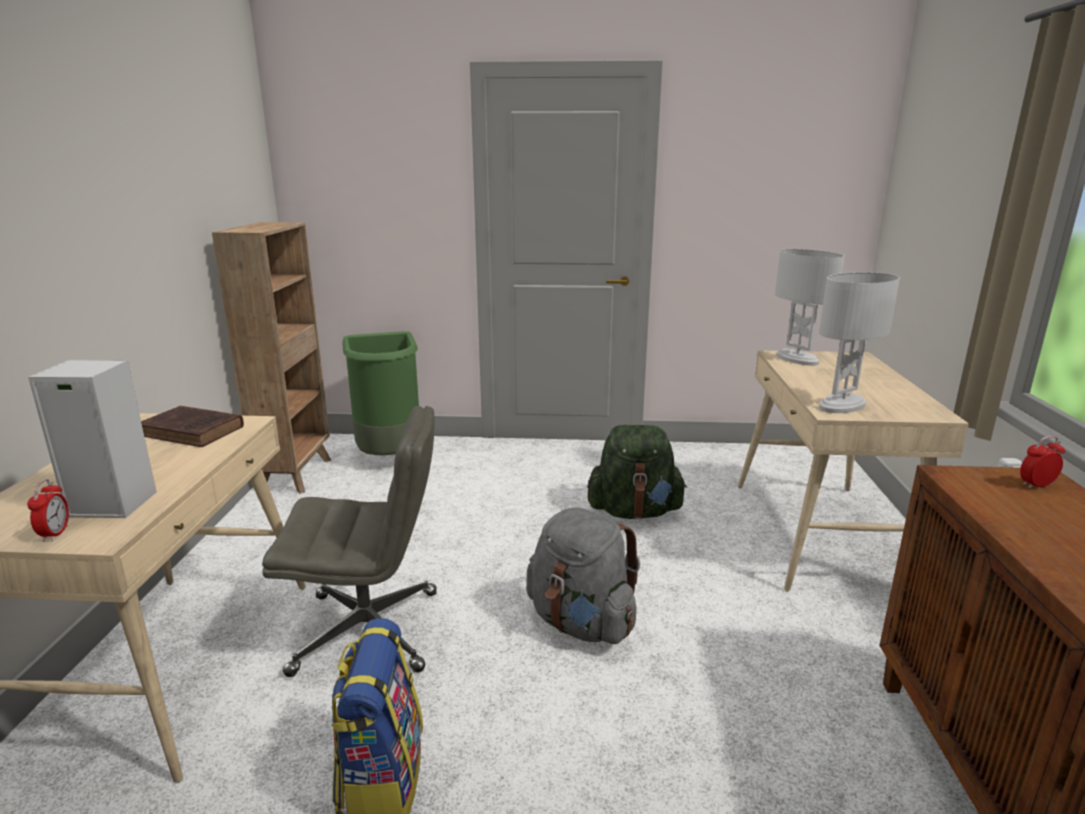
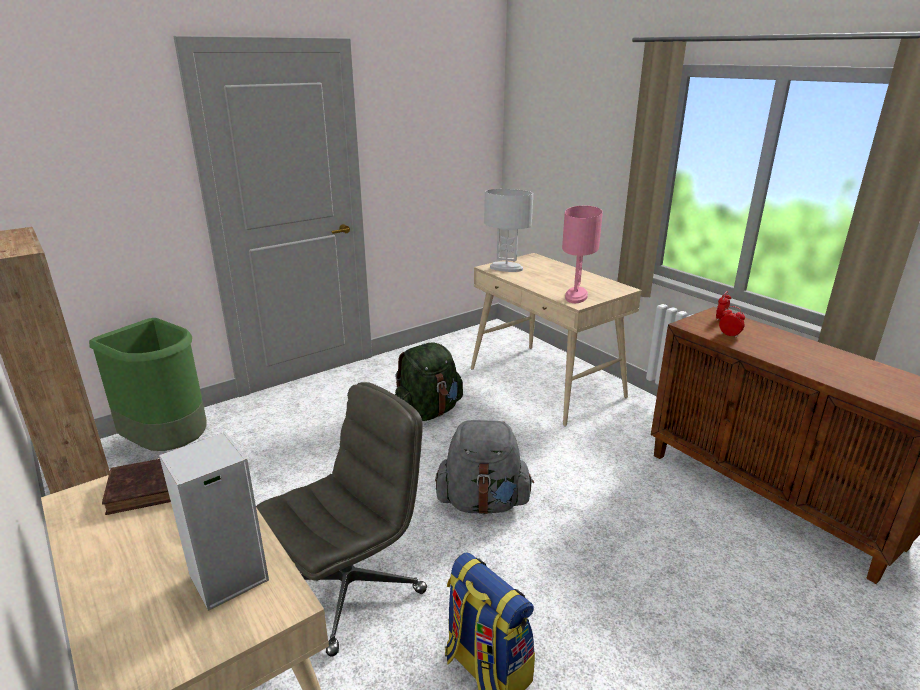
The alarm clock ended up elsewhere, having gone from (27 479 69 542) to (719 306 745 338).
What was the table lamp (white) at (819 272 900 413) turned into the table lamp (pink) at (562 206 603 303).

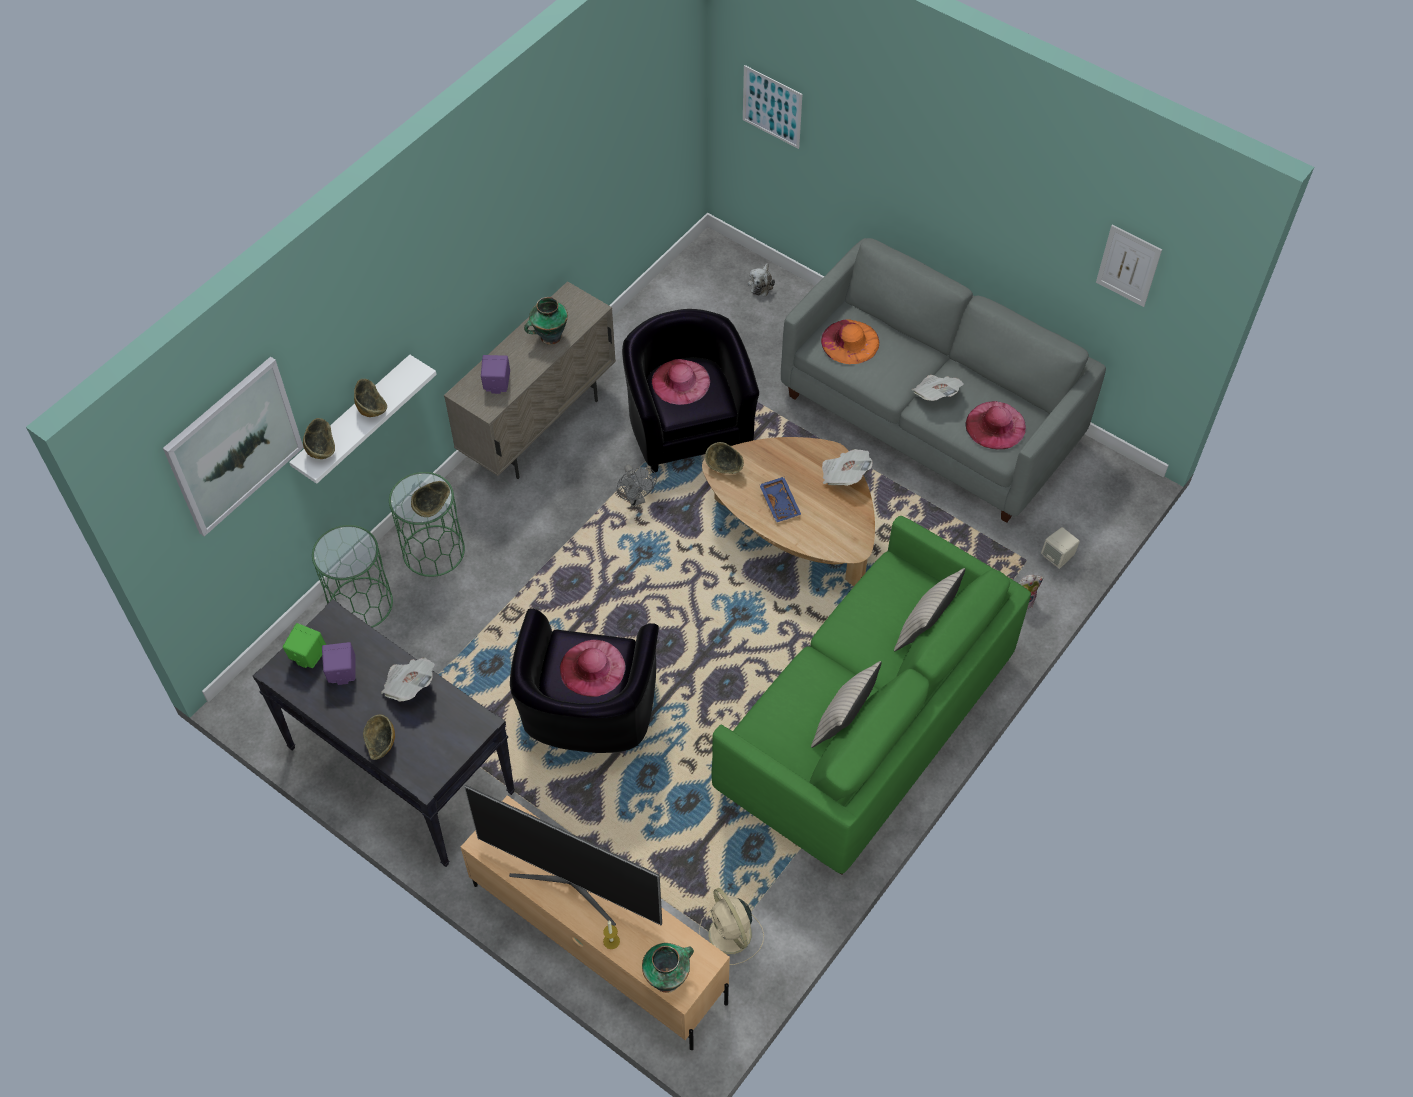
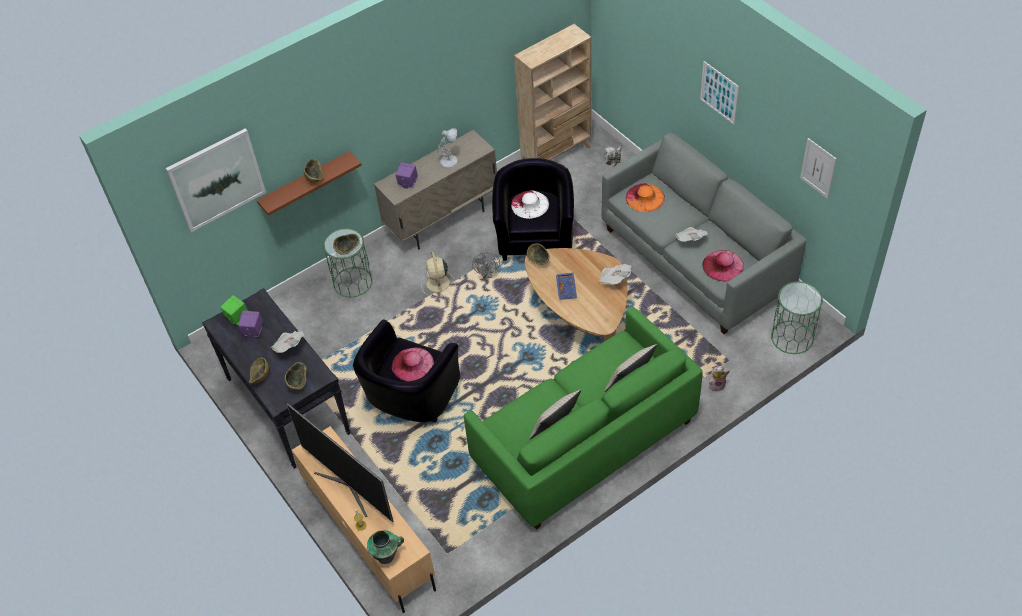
The second view lost the speaker (beige) at (1041 527 1080 569).
The second view gained the bookcase (beige) at (514 24 592 160).
The bowl ended up elsewhere, having gone from (303 418 335 459) to (284 362 307 390).
The side table (green) ended up elsewhere, having gone from (312 525 393 628) to (771 281 823 354).
The fan (beige) ended up elsewhere, having gone from (699 888 764 965) to (421 251 456 297).
The picture ended up elsewhere, having gone from (743 65 802 149) to (700 61 739 125).
Where the vase stood at (524 297 568 345), the table lamp (white) came to stand at (437 128 458 168).
What was the shelf (white) at (289 355 437 484) turned into the shelf (brown) at (257 151 362 216).
What was the hat (pink) at (652 359 710 405) turned into the hat (white) at (511 190 549 219).

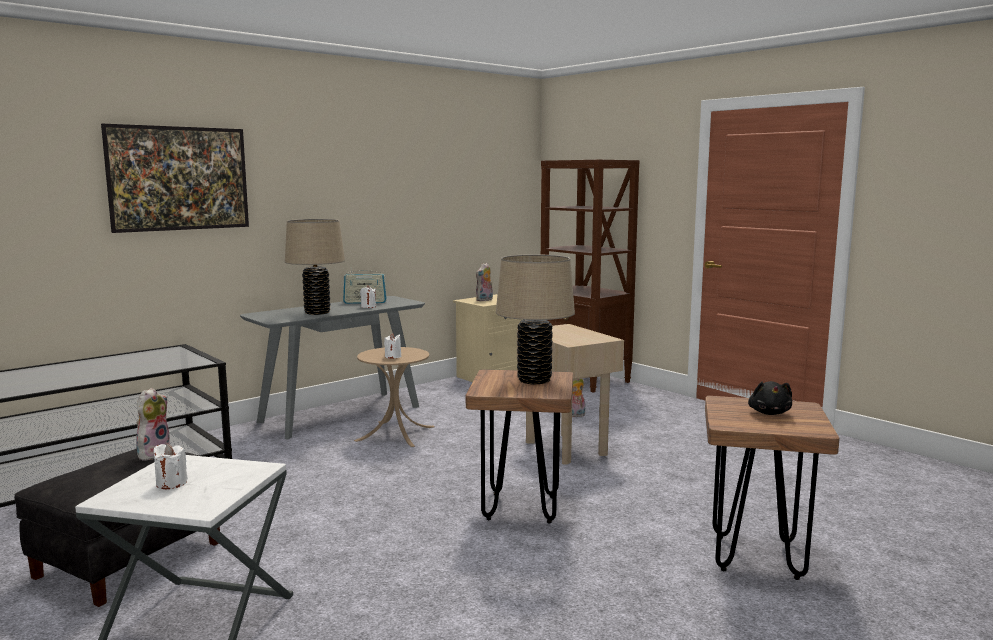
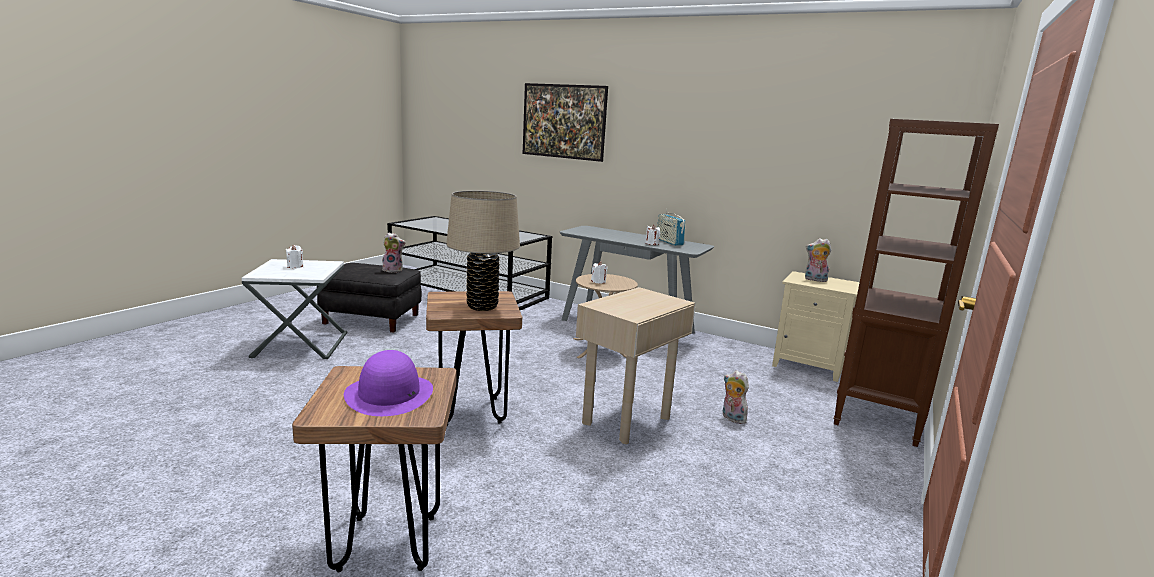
The second view lost the table lamp (beige) at (285 219 345 315).
Where the plush toy (black) stood at (748 381 792 415), the hat (purple) came to stand at (344 350 433 416).

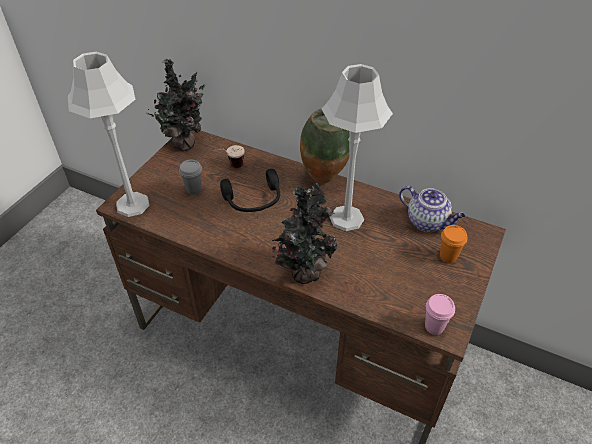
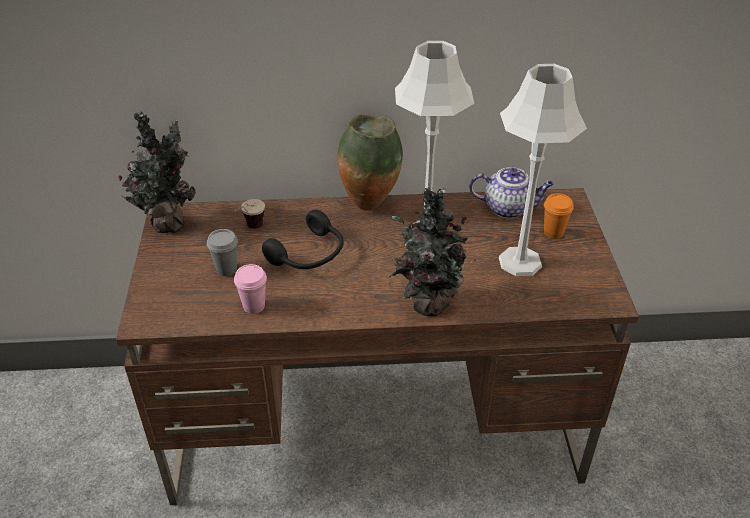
The table lamp (grey) ended up elsewhere, having gone from (68 52 150 217) to (499 64 587 276).
The cup (pink) ended up elsewhere, having gone from (425 294 455 335) to (234 264 267 314).

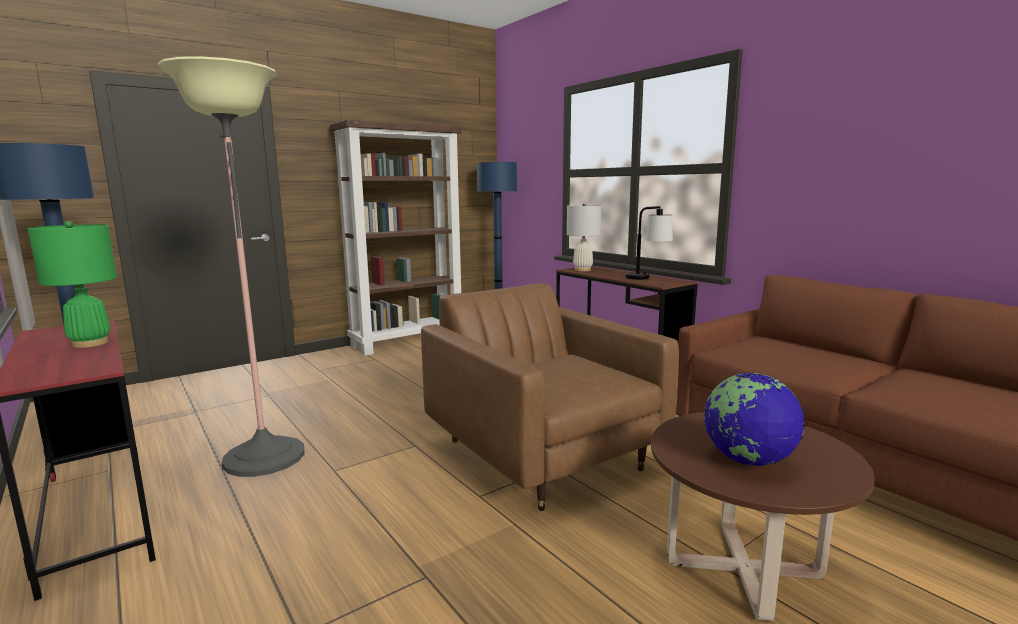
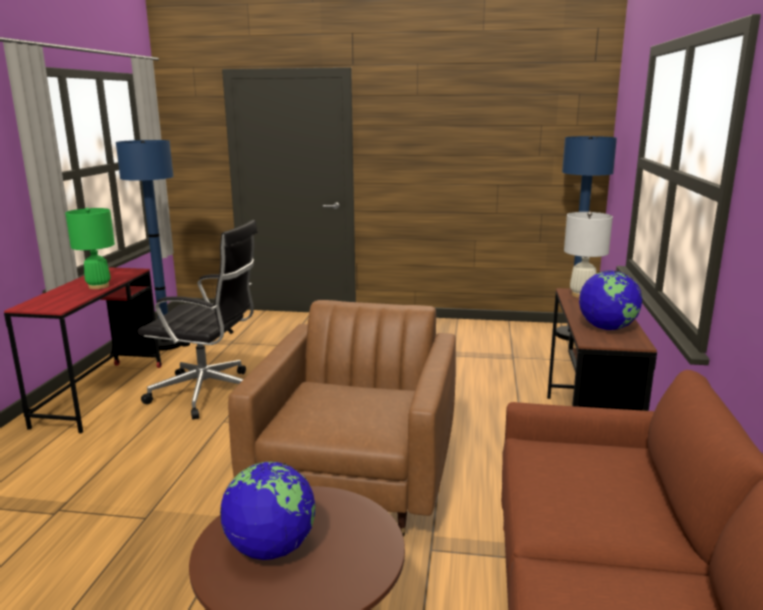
The second view lost the bookcase (brown) at (329 120 462 356).
Where the floor lamp stood at (158 56 305 477), the office chair (black) came to stand at (137 220 257 420).
Where the table lamp stood at (625 206 673 280), the globe came to stand at (579 270 642 330).

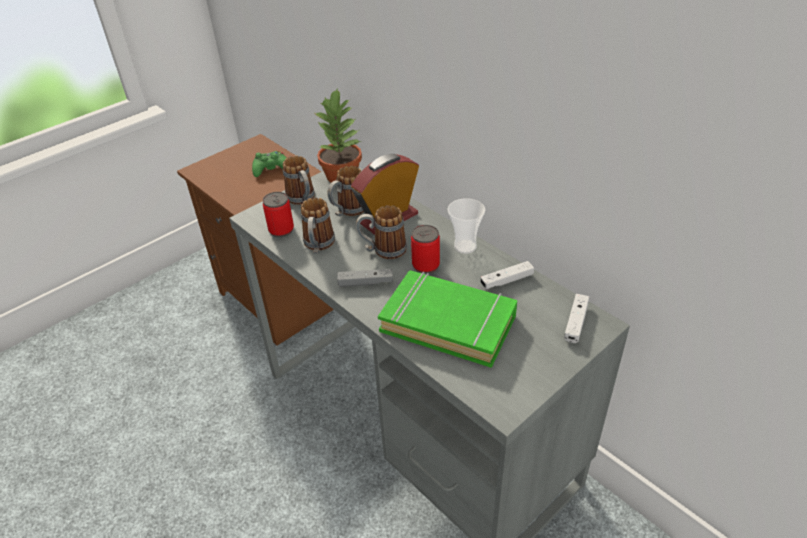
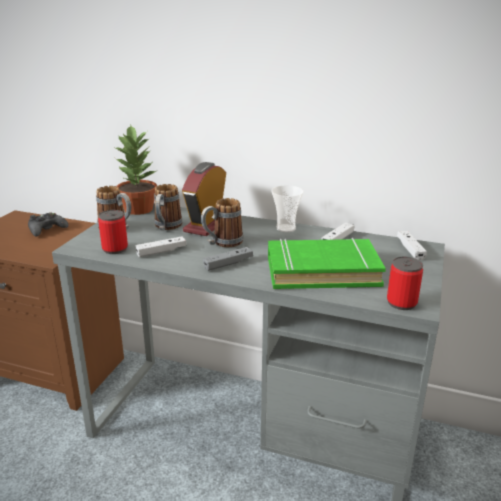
The can ended up elsewhere, having gone from (411 225 440 274) to (387 257 423 310).
Where the mug stood at (301 197 335 254), the game controller (white) came to stand at (136 237 186 257).
What was the game controller (green) at (252 151 286 177) turned into the game controller (black) at (28 212 69 236).

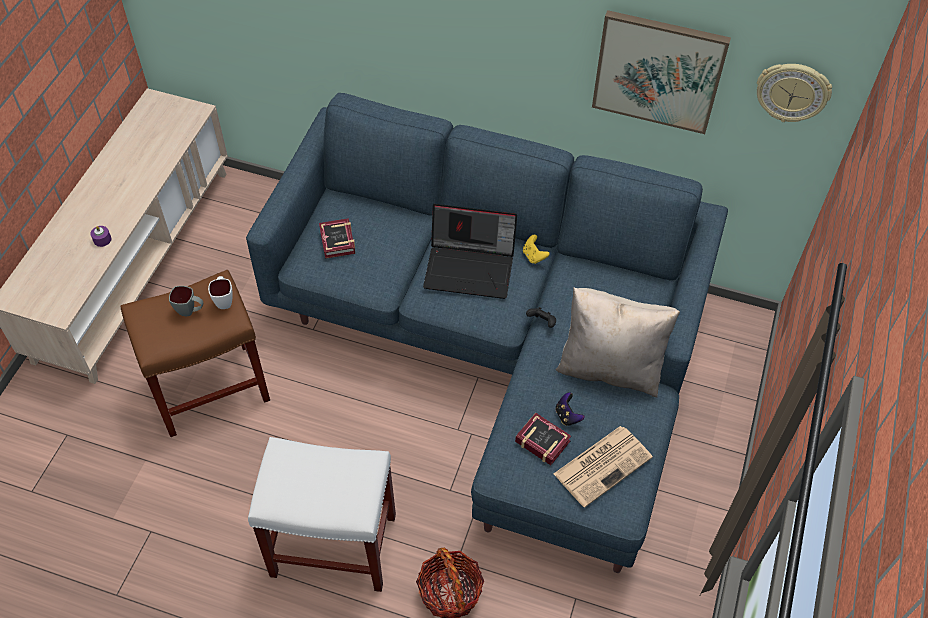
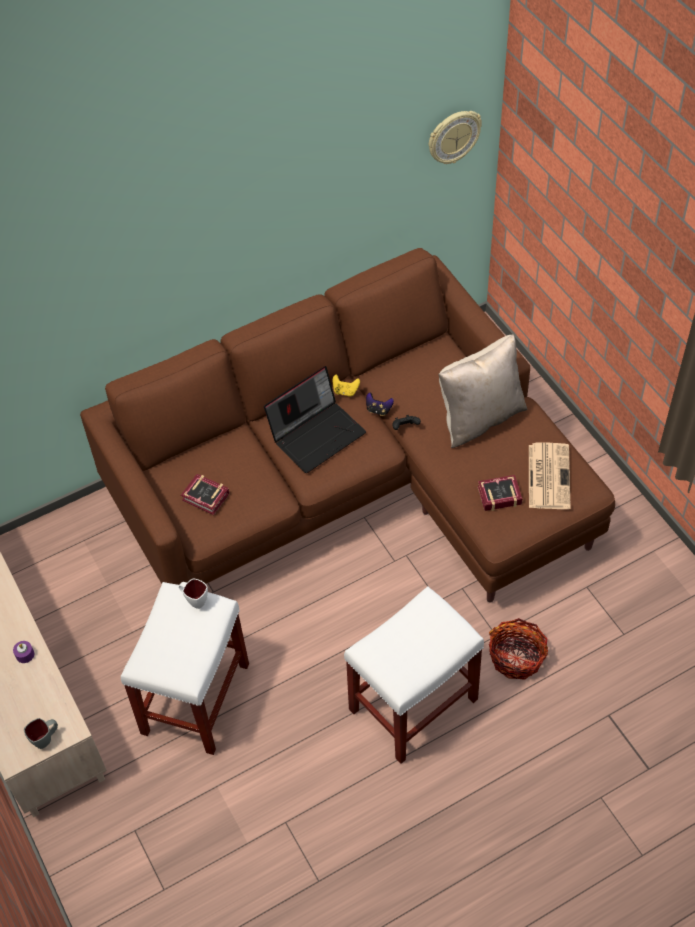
The second view lost the picture at (592 10 731 134).
The mug (grey) ended up elsewhere, having gone from (169 286 203 316) to (24 718 58 749).
The game controller ended up elsewhere, having gone from (555 392 585 426) to (366 392 394 416).
What was the stool (brown) at (120 270 270 437) turned into the stool (white) at (121 582 249 755).
What was the sofa (blue) at (246 93 728 573) turned into the sofa (brown) at (80 248 615 603).

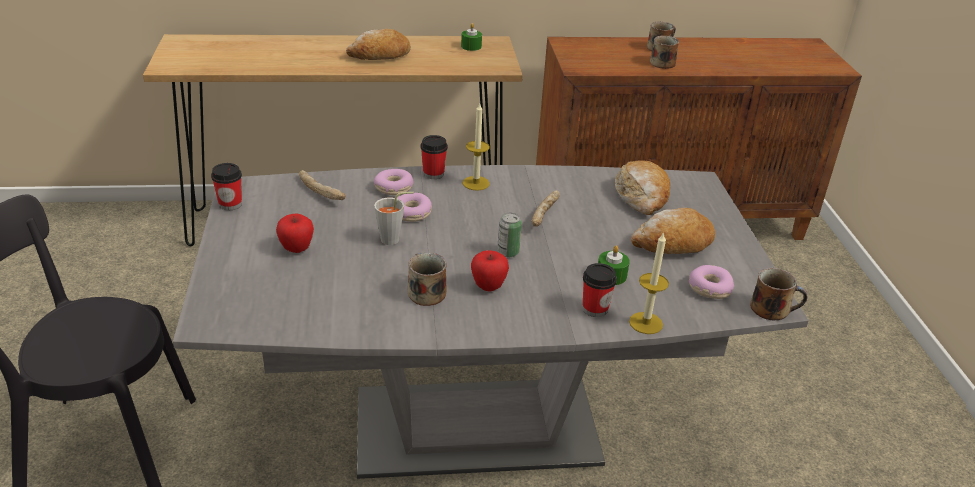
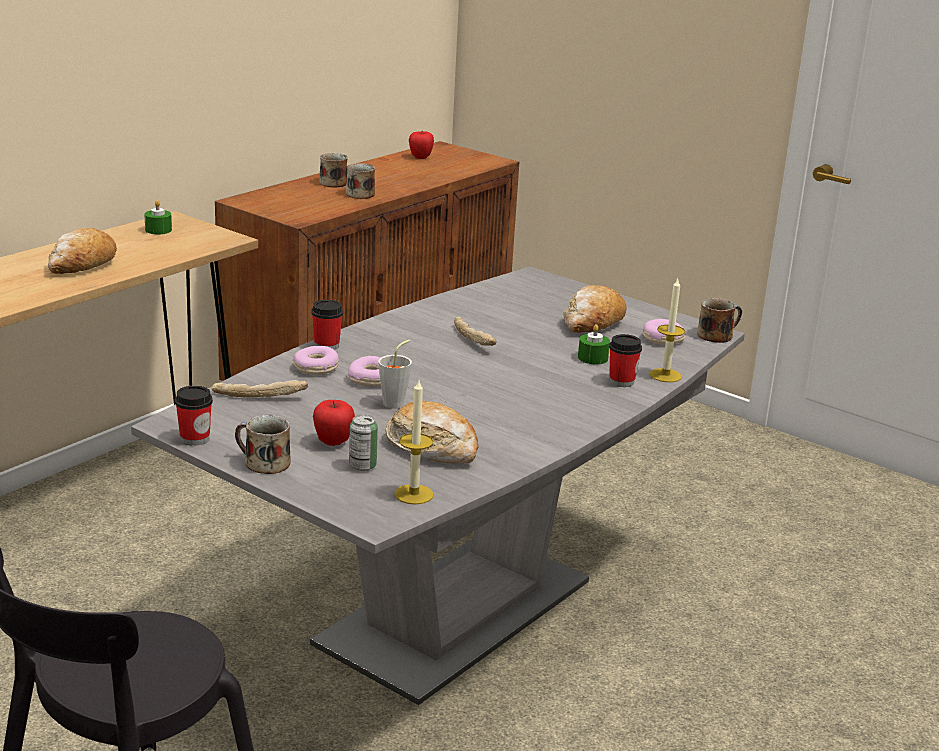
The mug ended up elsewhere, having gone from (408 253 447 306) to (235 415 291 474).
The candle ended up elsewhere, having gone from (462 104 490 191) to (394 380 434 505).
The apple ended up elsewhere, having gone from (471 250 509 291) to (409 131 434 159).
The can ended up elsewhere, having gone from (497 212 522 257) to (349 415 378 471).
The bread ended up elsewhere, having gone from (615 160 670 215) to (386 401 478 464).

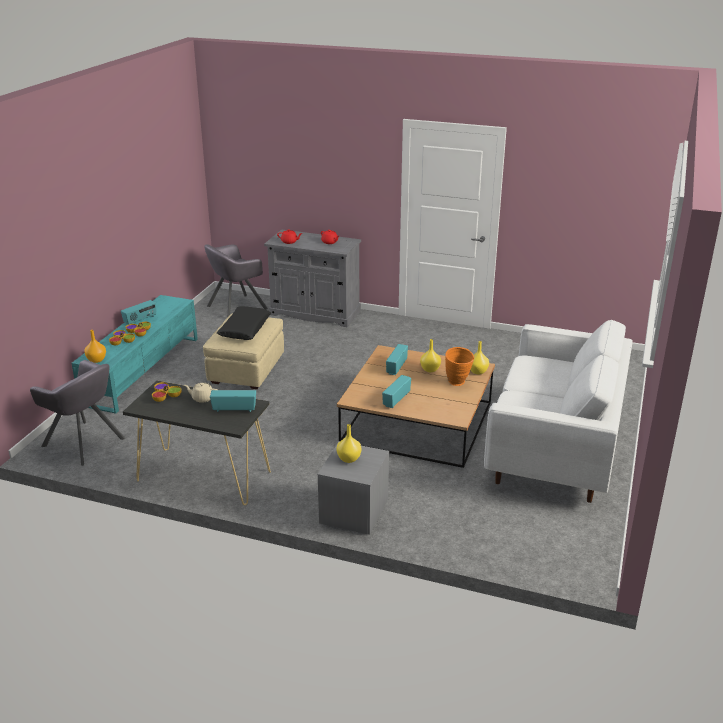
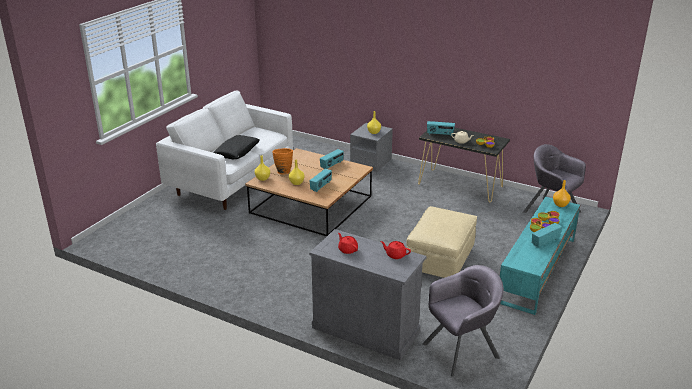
The pillow (black) ended up elsewhere, having gone from (217 306 271 340) to (213 135 260 159).

